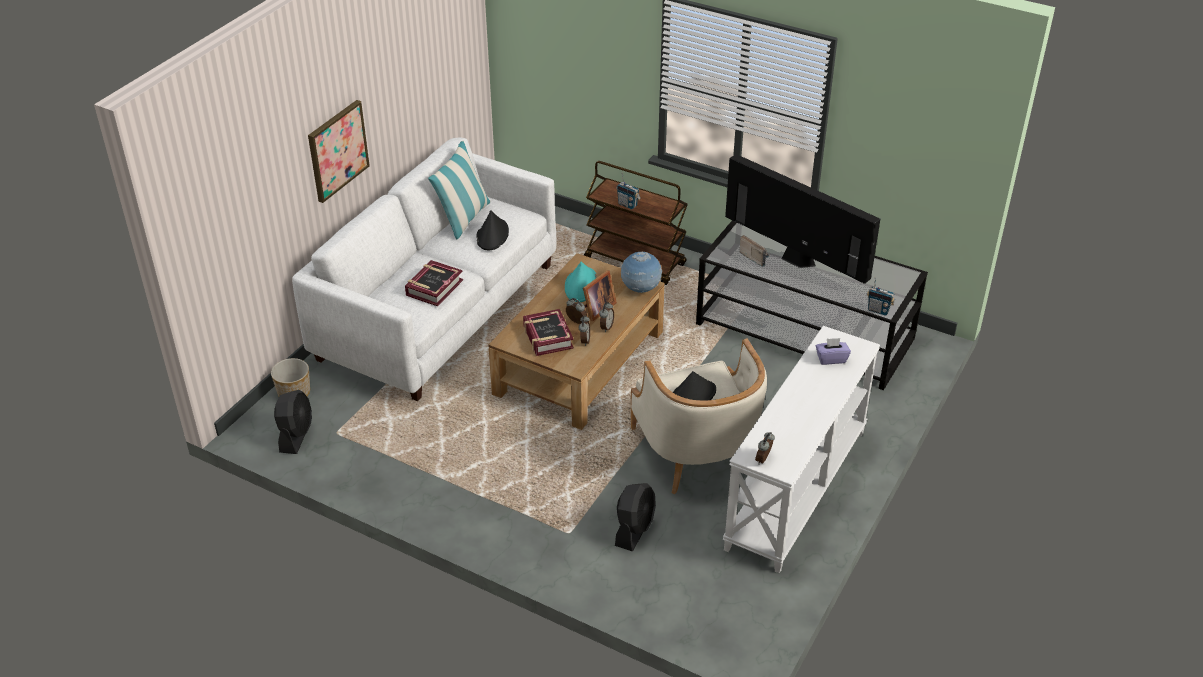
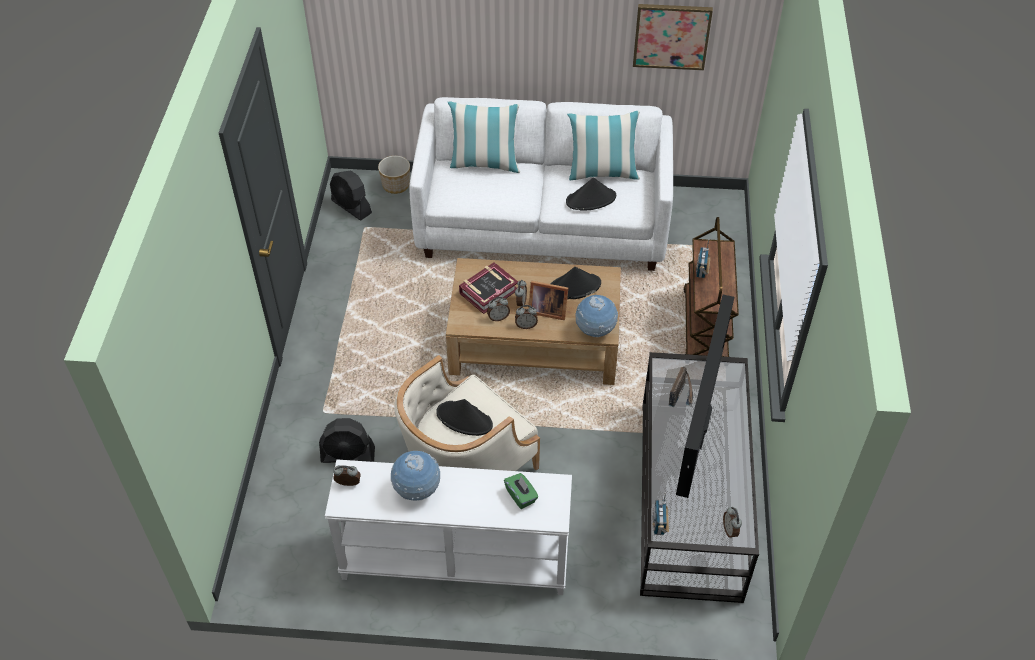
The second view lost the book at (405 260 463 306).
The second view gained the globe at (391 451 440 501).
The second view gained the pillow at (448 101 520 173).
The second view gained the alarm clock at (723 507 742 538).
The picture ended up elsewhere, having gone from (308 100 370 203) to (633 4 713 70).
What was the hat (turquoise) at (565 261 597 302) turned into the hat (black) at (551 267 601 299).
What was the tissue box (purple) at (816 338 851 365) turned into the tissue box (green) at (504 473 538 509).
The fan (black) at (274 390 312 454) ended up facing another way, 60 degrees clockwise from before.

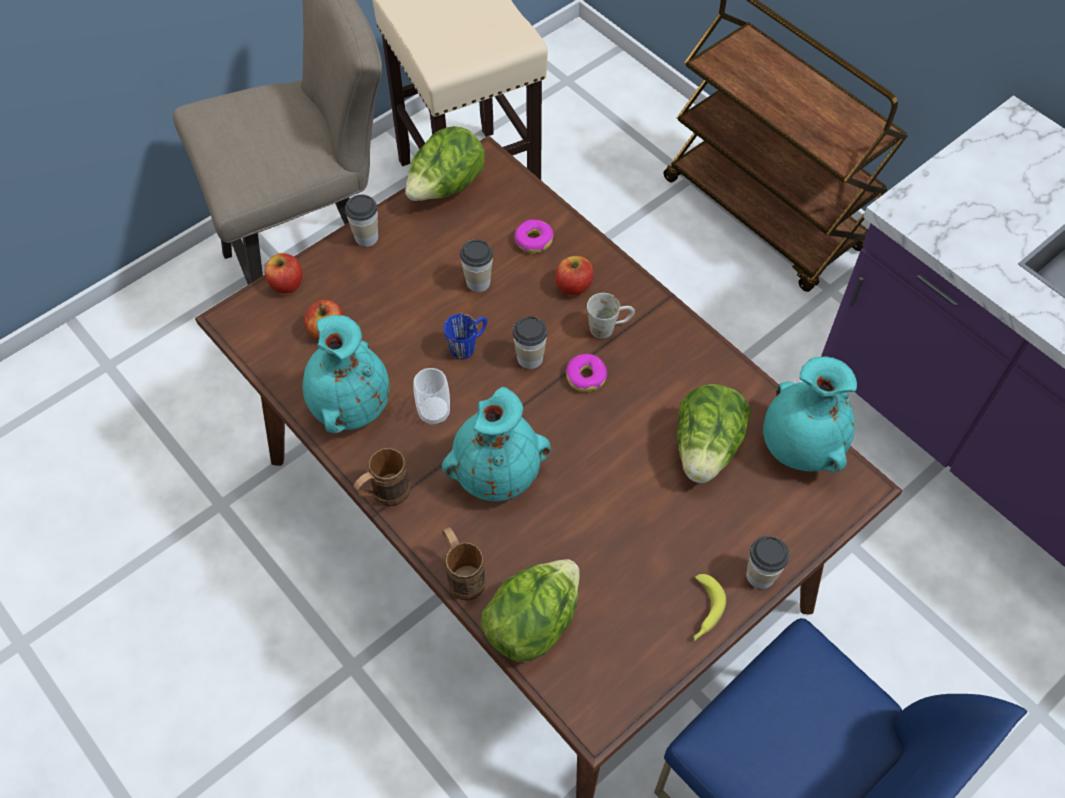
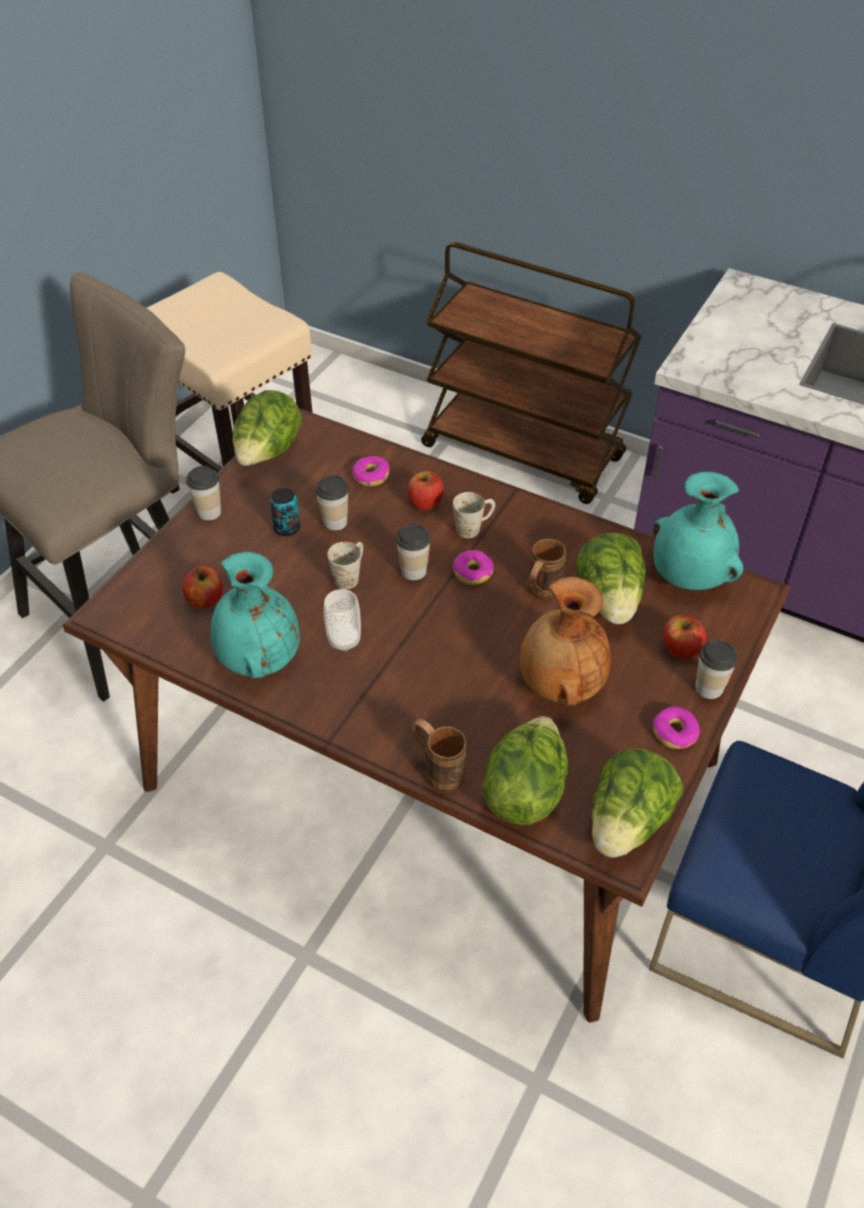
The second view lost the vase (turquoise) at (442 387 551 502).
The second view gained the can at (270 488 300 536).
The second view gained the vase (brown) at (520 577 611 706).
The second view gained the lettuce at (592 749 683 858).
The apple ended up elsewhere, having gone from (264 253 302 294) to (664 615 706 659).
The mug (brown) ended up elsewhere, having gone from (353 448 410 506) to (528 539 566 599).
Where the banana stood at (694 574 726 641), the donut came to stand at (653 707 700 749).
What was the mug (blue) at (444 313 487 359) turned into the mug (white) at (327 542 363 589).

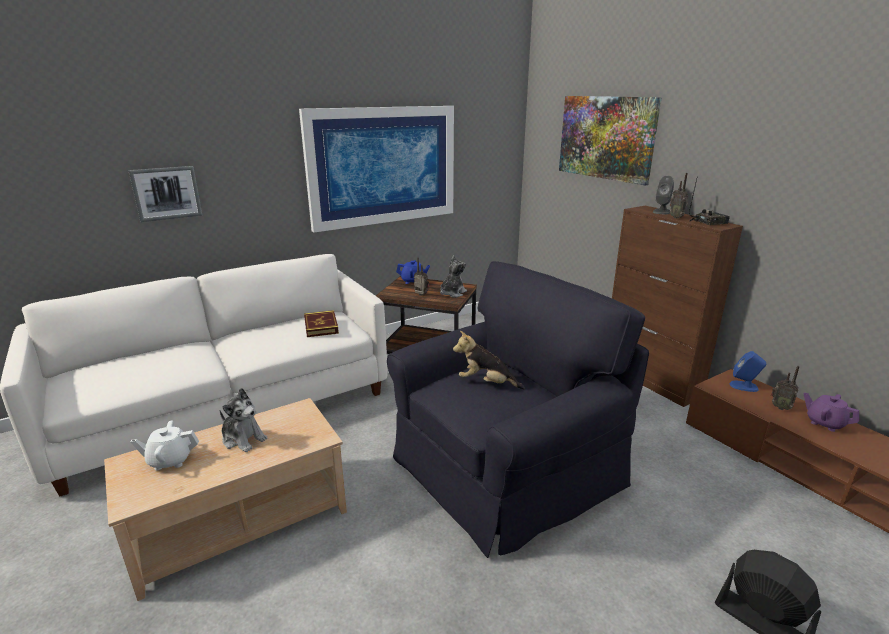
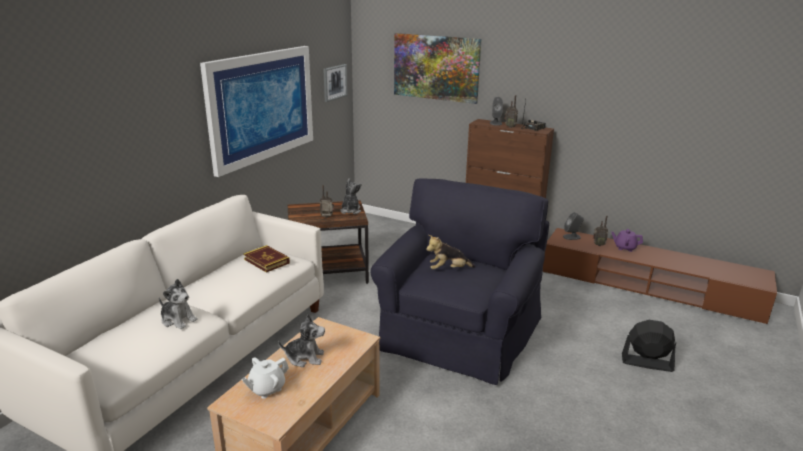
The second view lost the teapot (blue) at (396 260 430 284).
The second view gained the plush toy at (159 279 198 329).
The picture ended up elsewhere, having gone from (128 166 202 222) to (323 64 347 102).
What was the speaker (blue) at (730 351 766 392) turned into the speaker (grey) at (563 212 584 240).

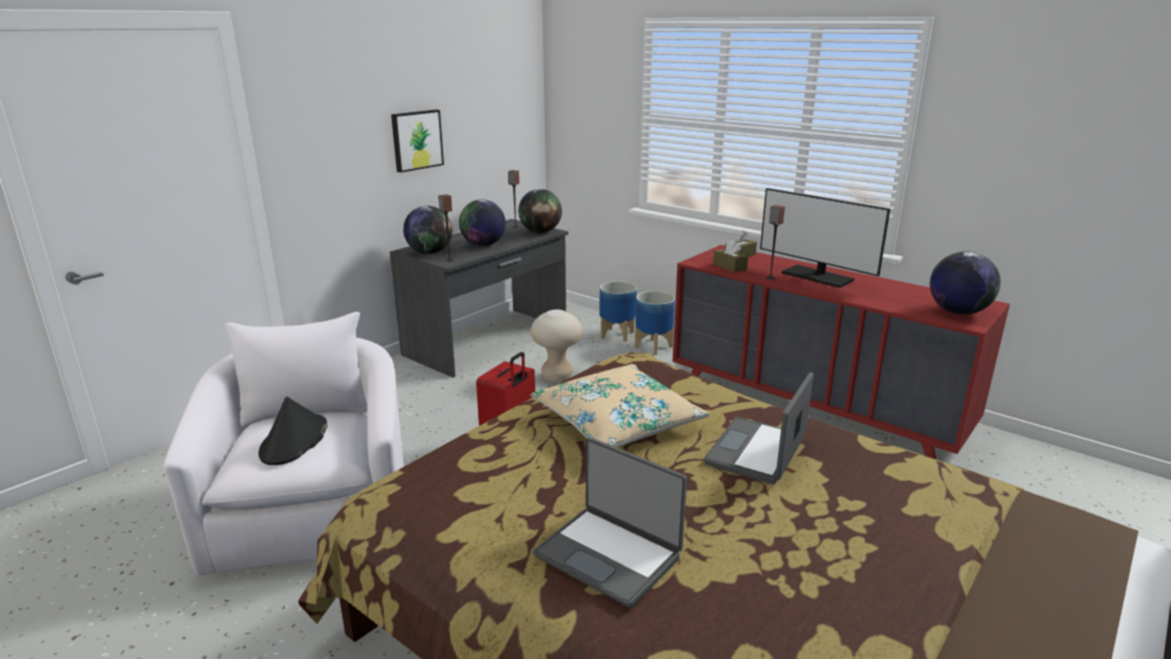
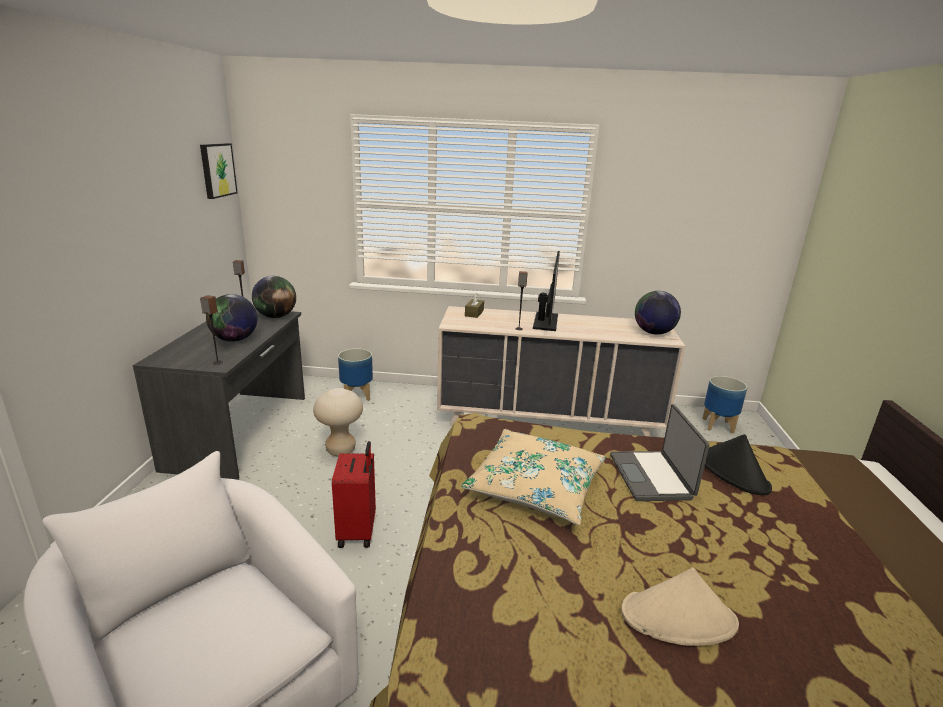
The second view lost the globe at (403 206 452 254).
The second view lost the tissue box (brown) at (713 240 748 272).
The hat (black) ended up elsewhere, having gone from (259 396 328 465) to (705 434 772 495).
The picture ended up elsewhere, having gone from (391 110 444 173) to (200 143 238 199).
The planter ended up elsewhere, having gone from (635 291 675 355) to (702 376 748 434).
Where the laptop stood at (533 437 687 608), the hat (beige) came to stand at (621 568 739 646).
What was the dresser (red) at (673 245 1010 459) turned into the dresser (beige) at (437 306 685 436).
The monitor at (760 188 890 288) ended up facing another way, 90 degrees counterclockwise from before.

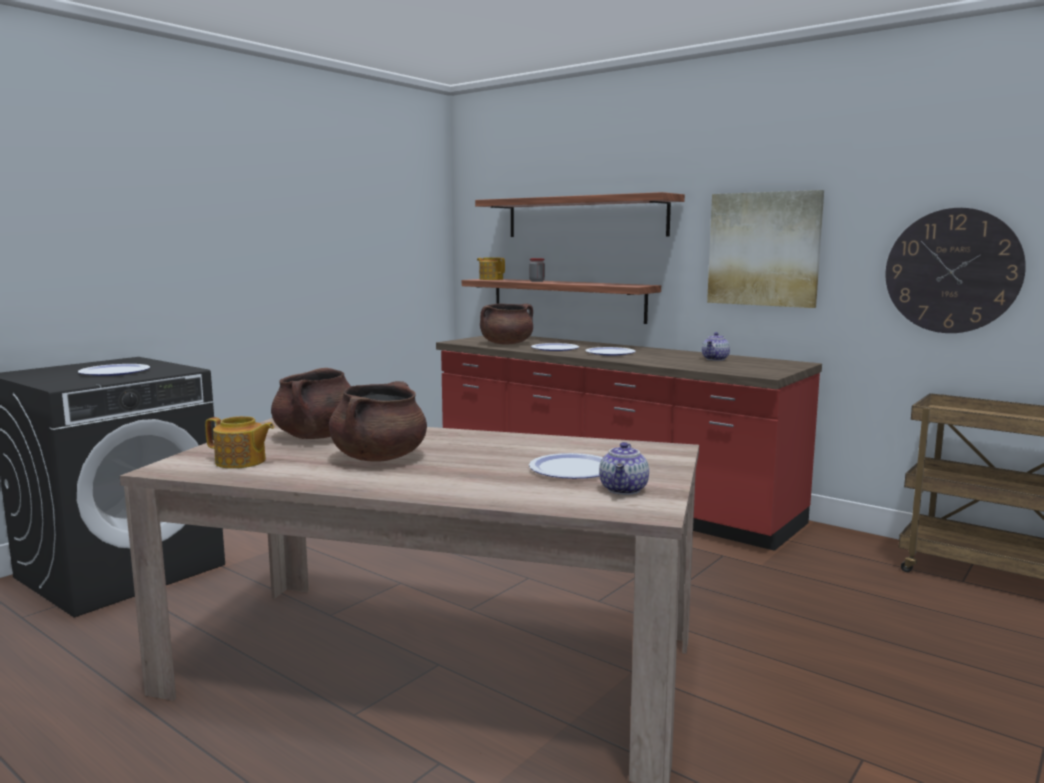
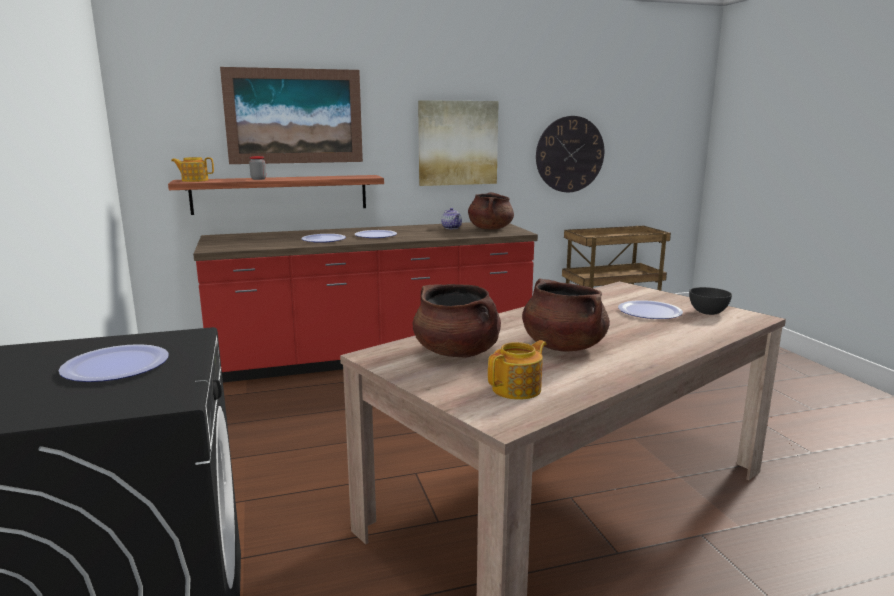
The cooking pot (brown) ended up elsewhere, having gone from (480 303 533 345) to (468 192 514 230).
Where the shelf hung at (475 192 685 237), the picture came to hang at (220 67 363 164).
Where the teapot stood at (599 442 649 495), the bowl (grey) came to stand at (689 287 732 315).

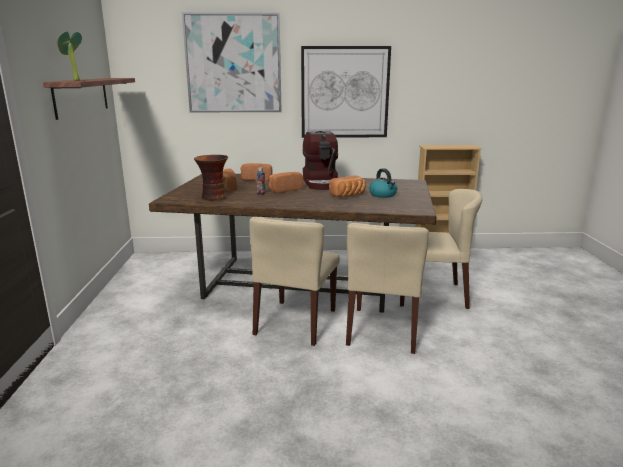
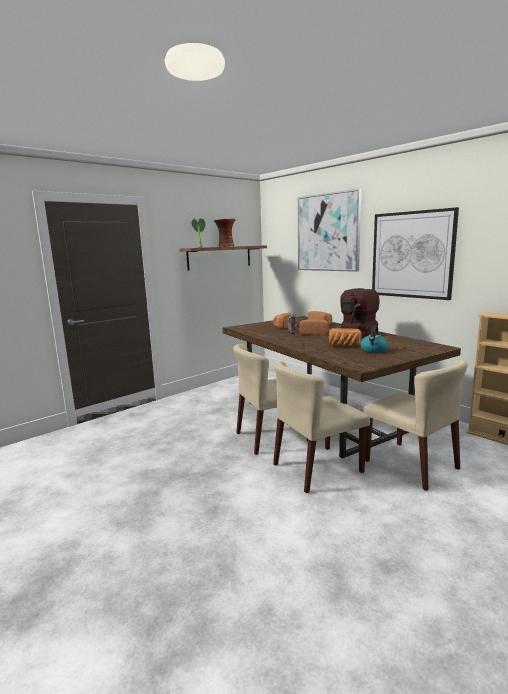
The vase ended up elsewhere, having gone from (194 155 228 200) to (214 219 235 247).

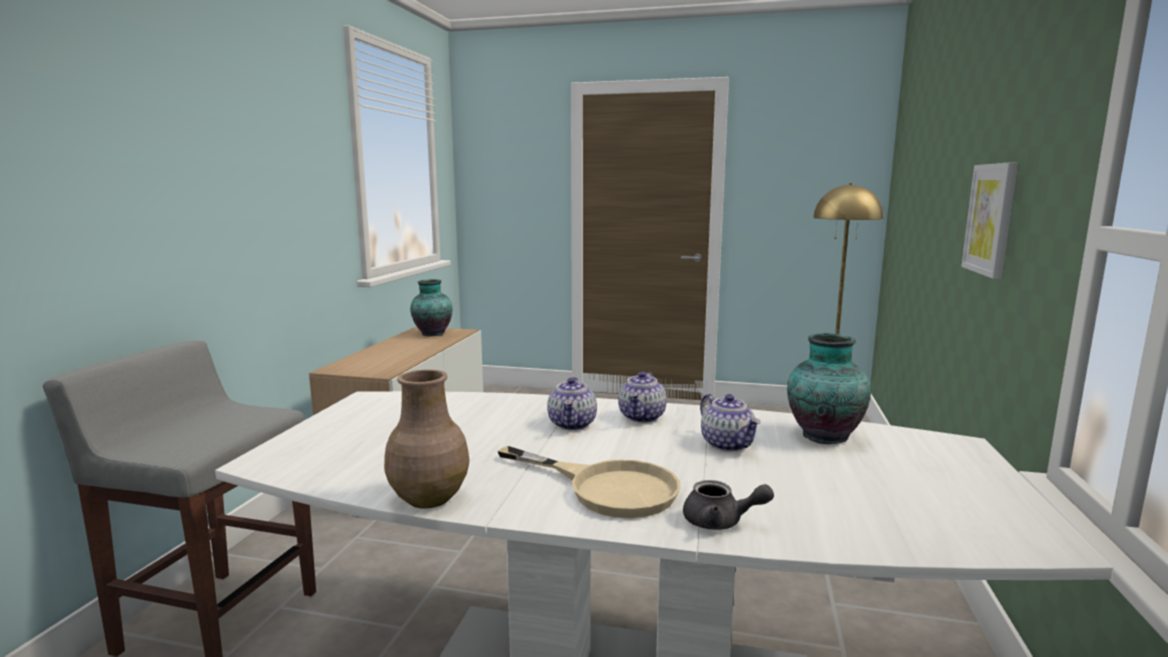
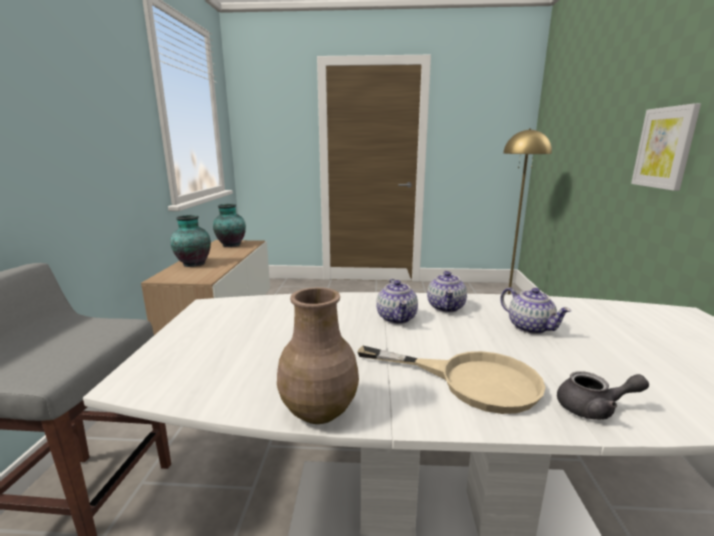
The vase ended up elsewhere, having gone from (787 333 871 444) to (170 215 211 267).

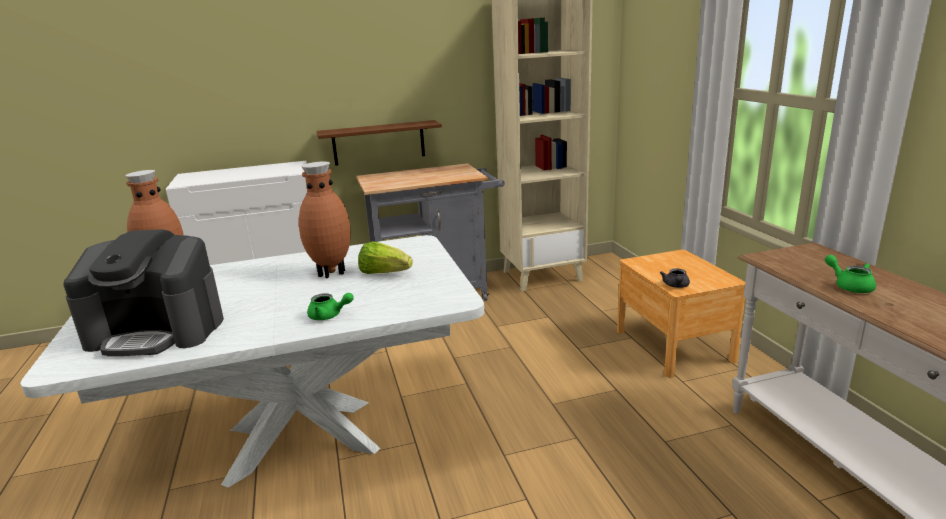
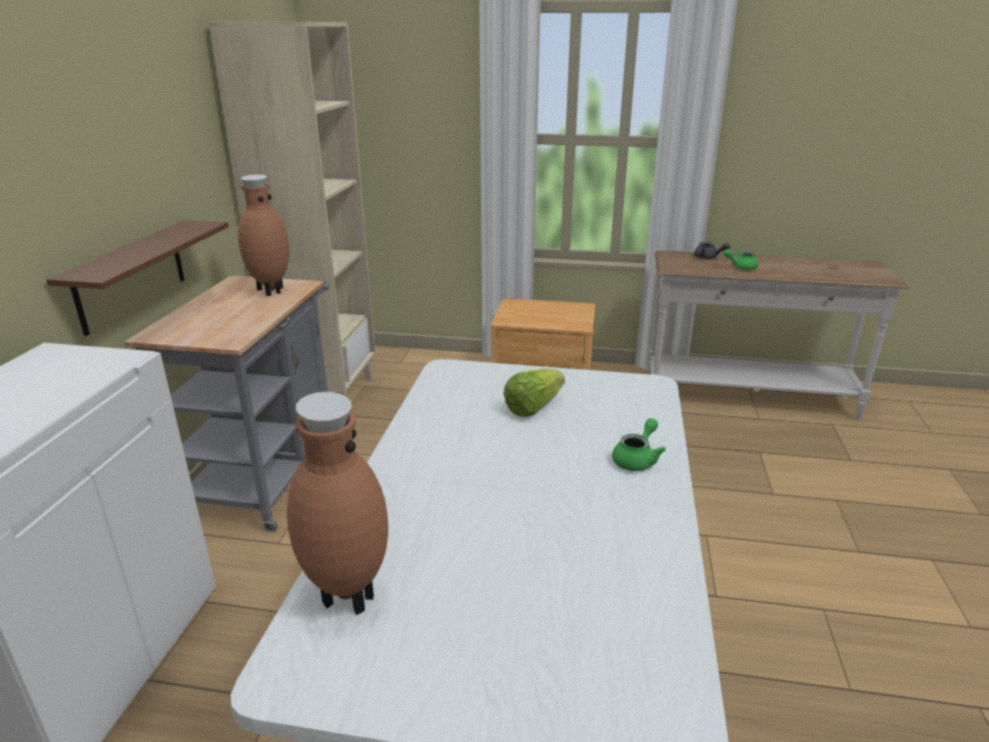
The second view lost the coffee machine at (64 229 224 356).
The vase (brown) ended up elsewhere, having gone from (299 161 351 278) to (238 174 289 296).
The teapot (grey) ended up elsewhere, having gone from (660 268 690 288) to (694 242 730 259).

